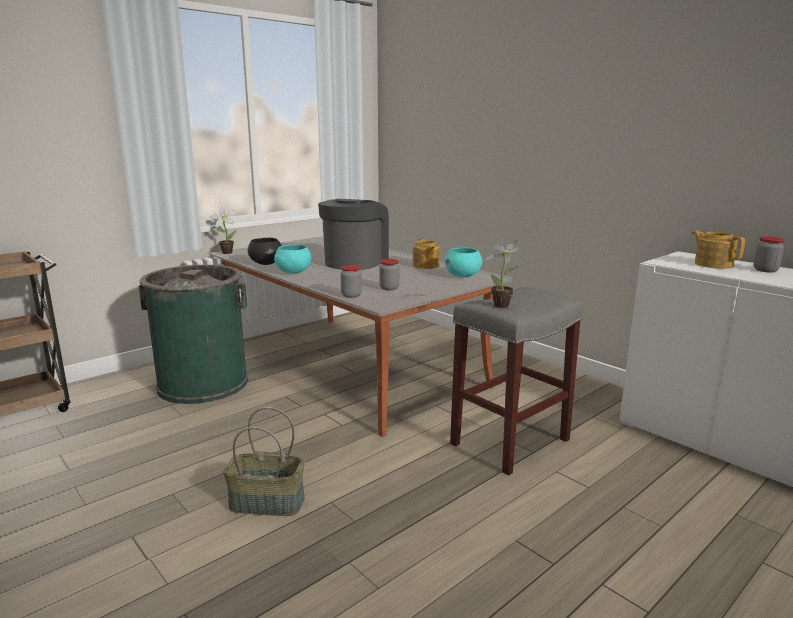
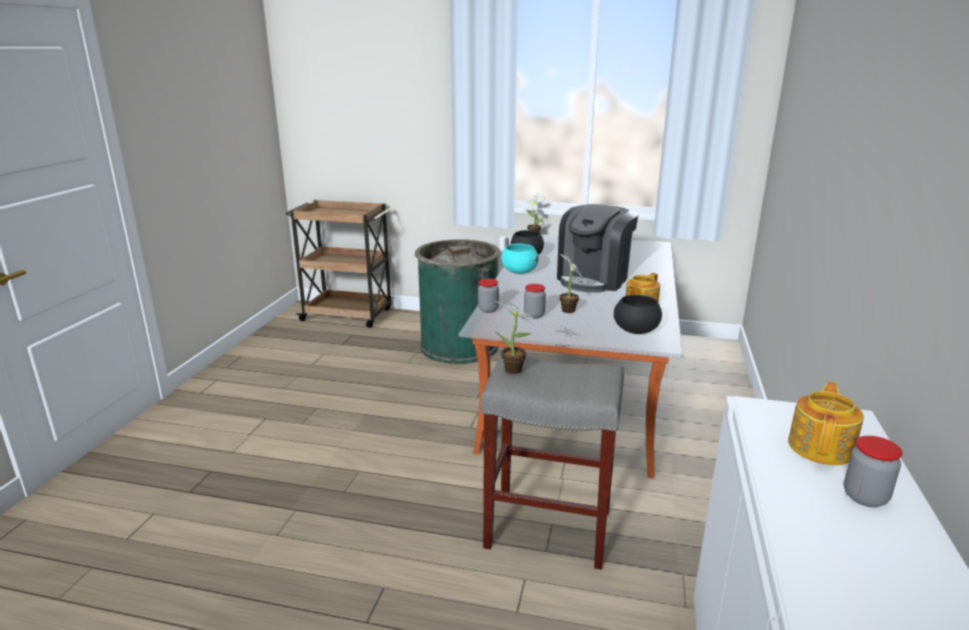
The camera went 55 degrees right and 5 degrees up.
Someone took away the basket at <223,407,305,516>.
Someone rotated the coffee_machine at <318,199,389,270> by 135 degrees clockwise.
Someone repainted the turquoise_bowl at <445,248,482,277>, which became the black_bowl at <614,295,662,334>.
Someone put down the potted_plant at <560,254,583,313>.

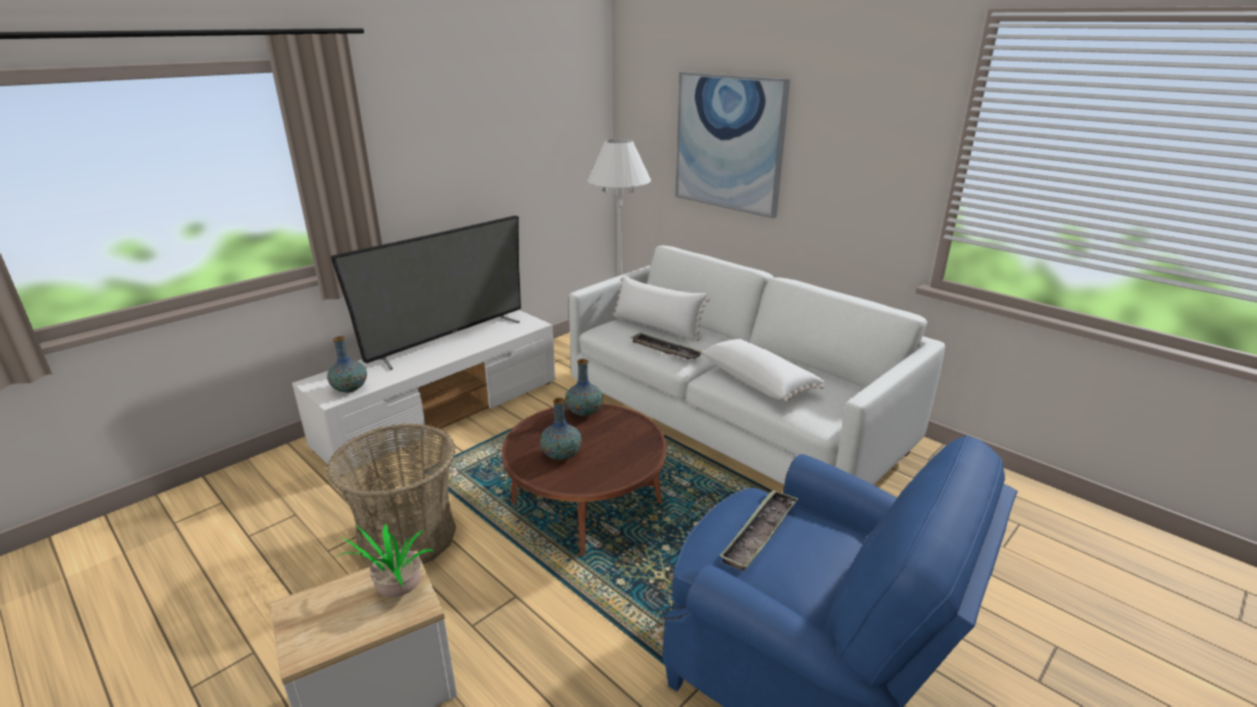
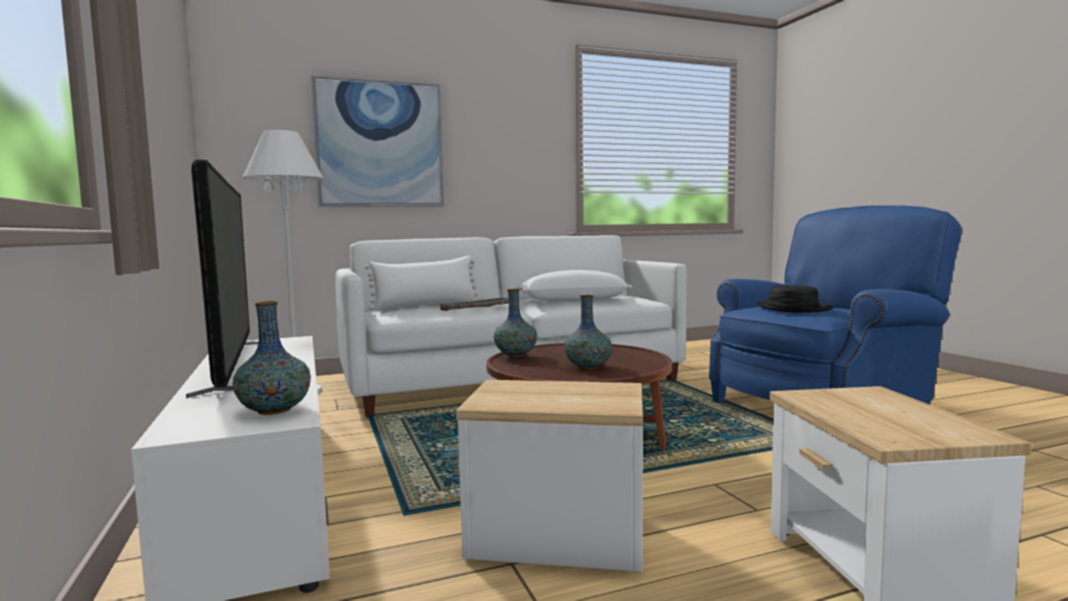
The camera went 65 degrees left and 20 degrees down.
Someone swapped the basket at <327,423,456,566> for the side_table at <456,380,643,572>.
Someone took away the potted_plant at <336,524,435,597>.
Someone swapped the tray at <719,489,798,571> for the black_hat at <756,285,833,313>.

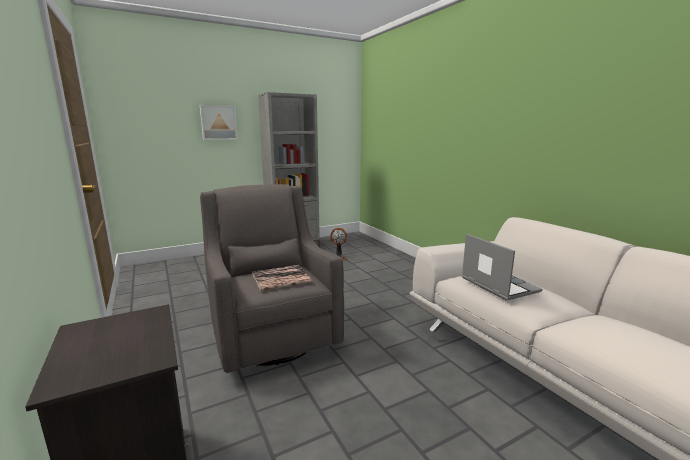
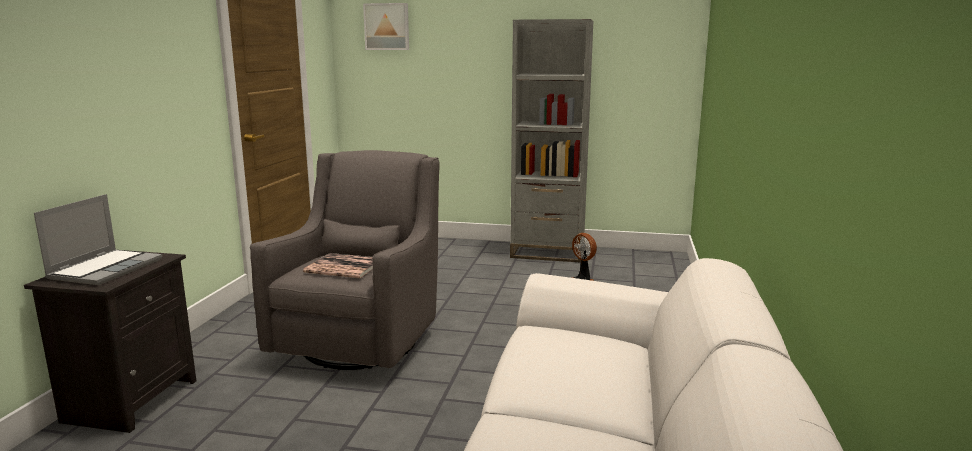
The camera went 40 degrees right and 0 degrees up.
Someone carried the picture from <200,105,238,140> to <363,3,409,50>.
Someone carried the laptop from <462,234,542,301> to <34,194,162,285>.

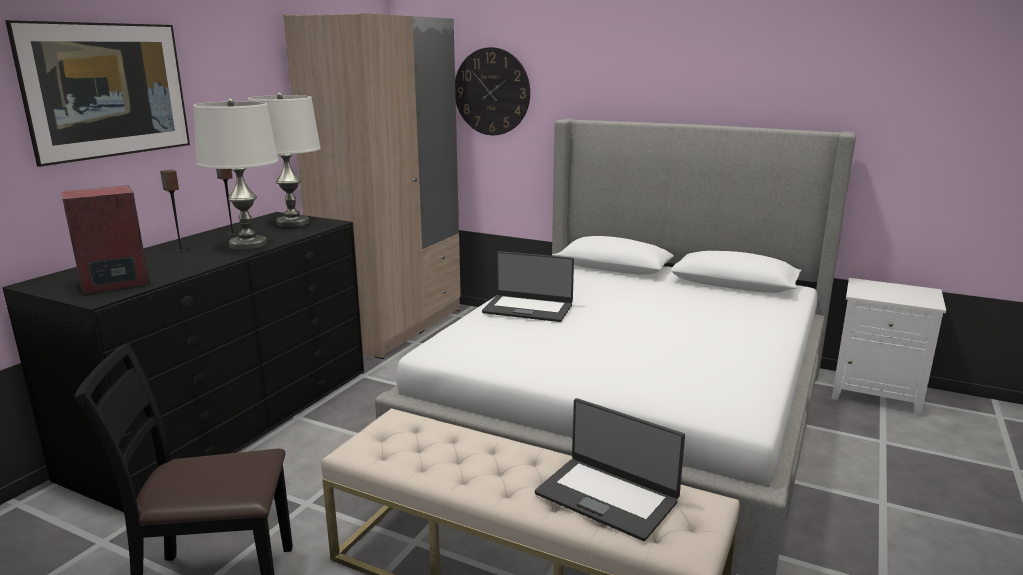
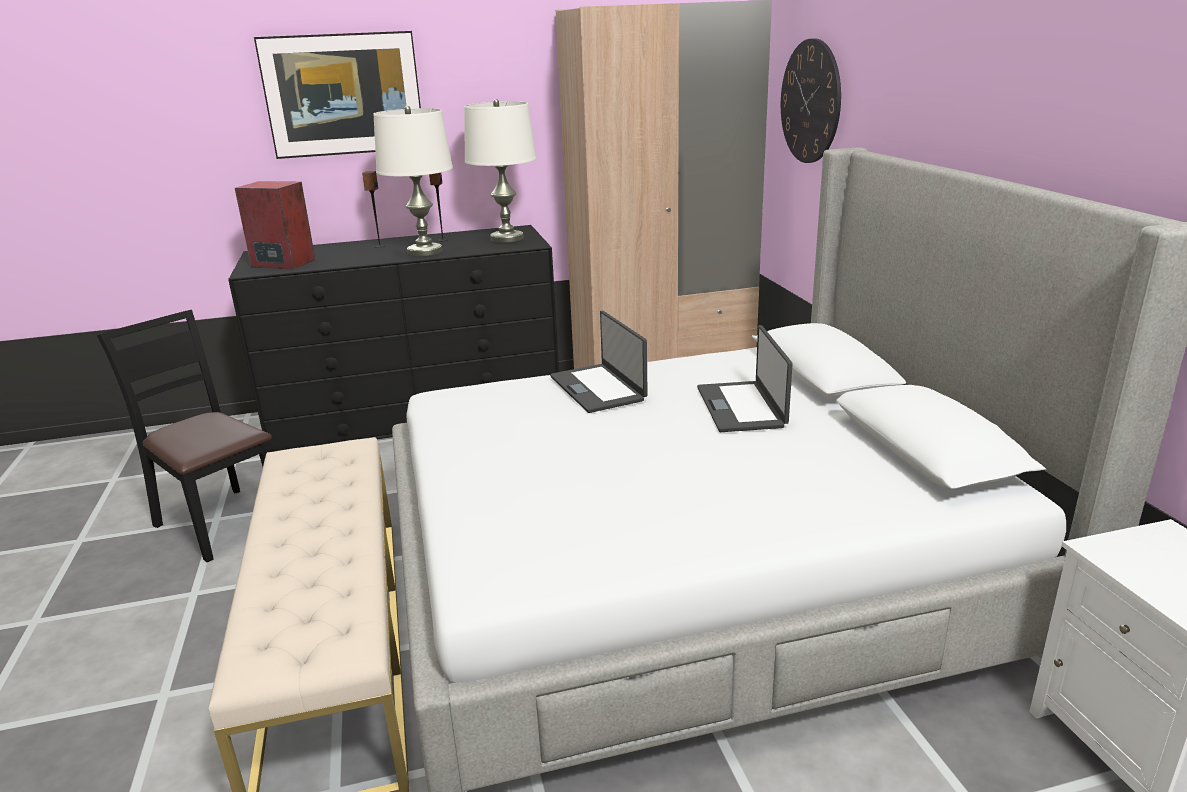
The camera went 50 degrees right and 5 degrees up.
Someone carried the laptop from <535,398,685,541> to <697,325,793,432>.

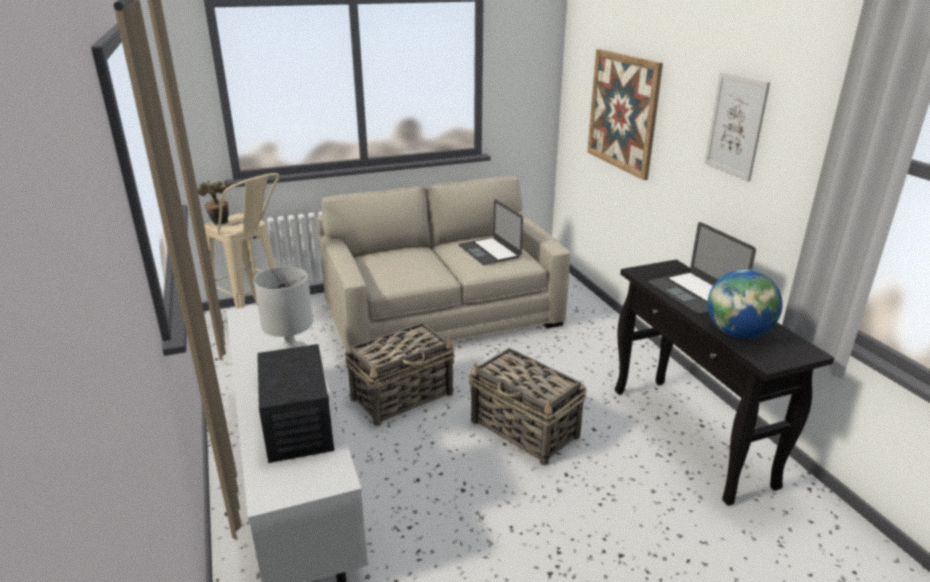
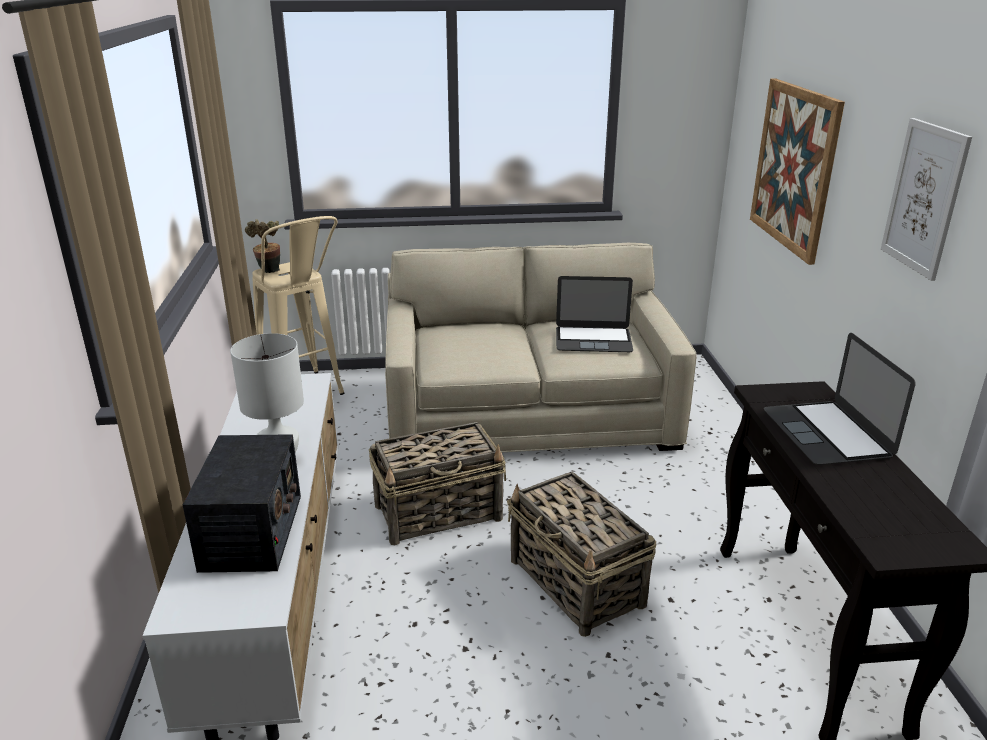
The camera went 15 degrees right and 0 degrees up.
Someone rotated the laptop at <458,200,523,265> by 75 degrees counterclockwise.
Someone took away the globe at <708,269,783,339>.

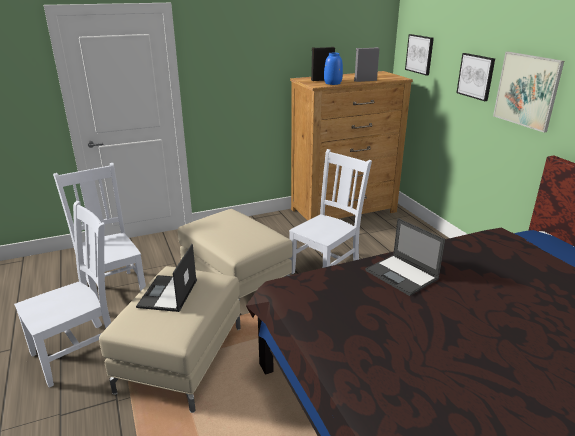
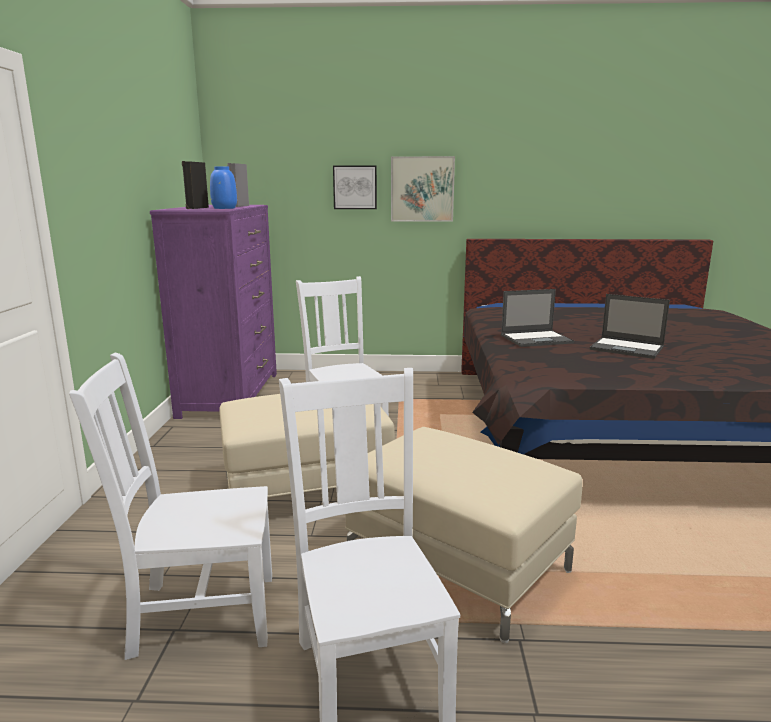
The camera went 65 degrees left and 10 degrees down.
Someone carried the laptop from <136,244,197,312> to <590,294,670,359>.
Someone repainted the brown_dresser at <290,71,413,221>, which became the purple_dresser at <150,205,277,419>.
Someone took away the picture at <405,34,434,76>.

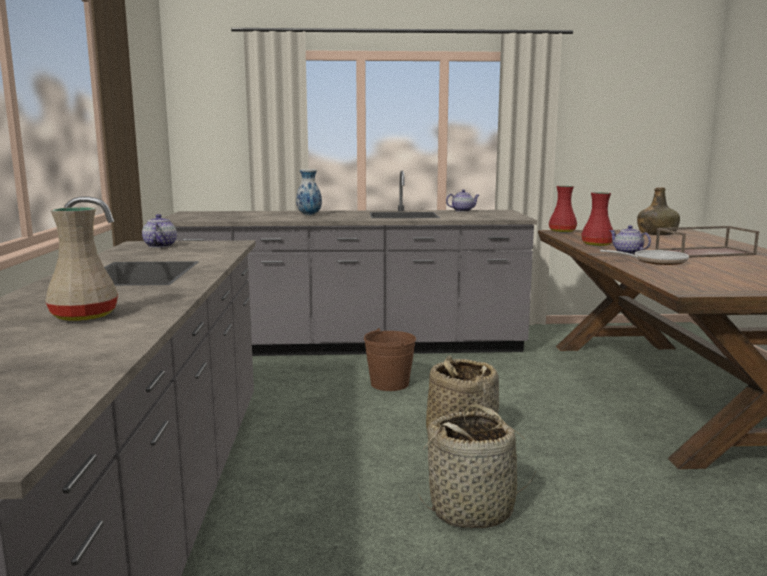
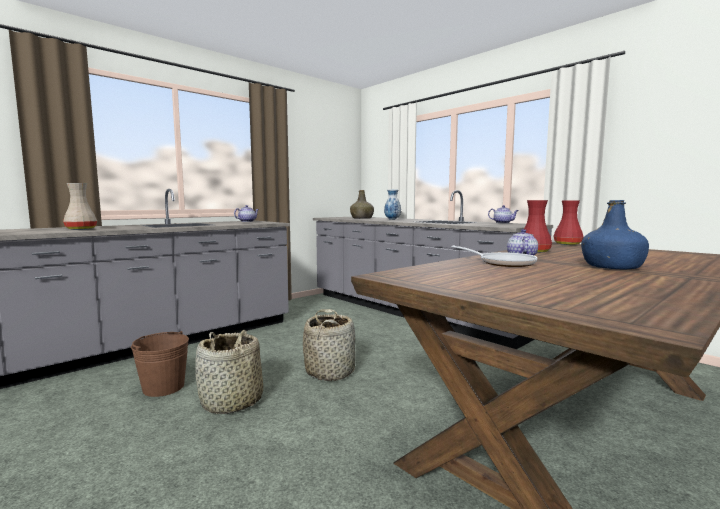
The camera went 50 degrees right and 5 degrees down.
Someone carried the brown_bucket from <364,328,416,391> to <131,331,189,397>.
Someone carried the green_bottle from <637,188,680,235> to <350,190,374,219>.
Someone swapped the brown_tray at <655,226,759,258> for the blue_bottle at <581,200,649,269>.

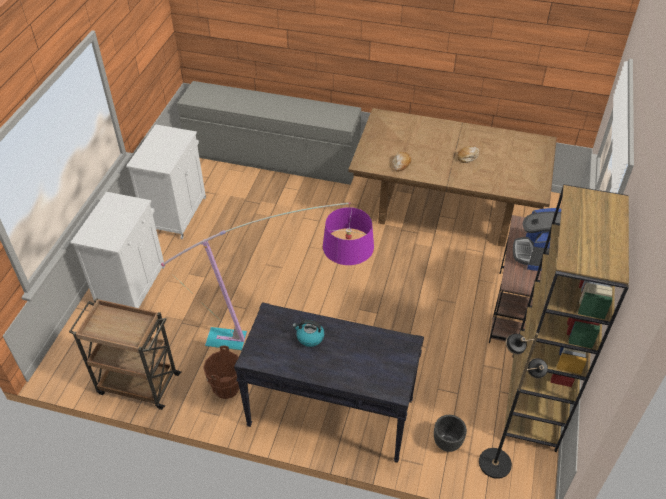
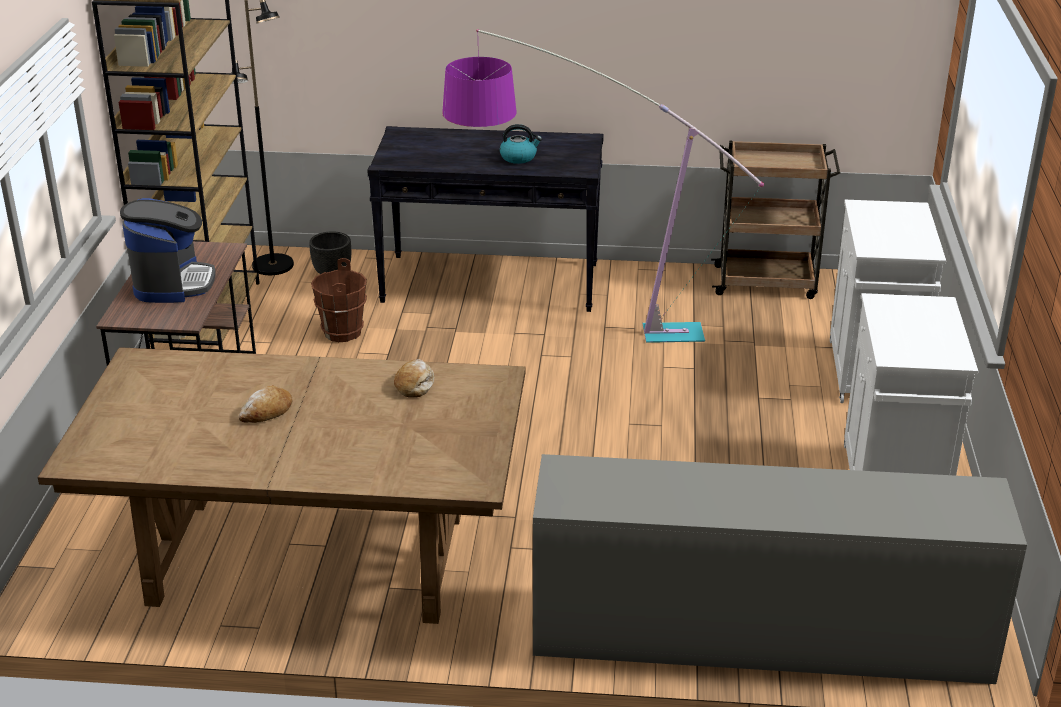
The camera went 170 degrees right and 15 degrees down.
Someone carried the brown_bucket from <203,346,239,399> to <311,258,367,342>.

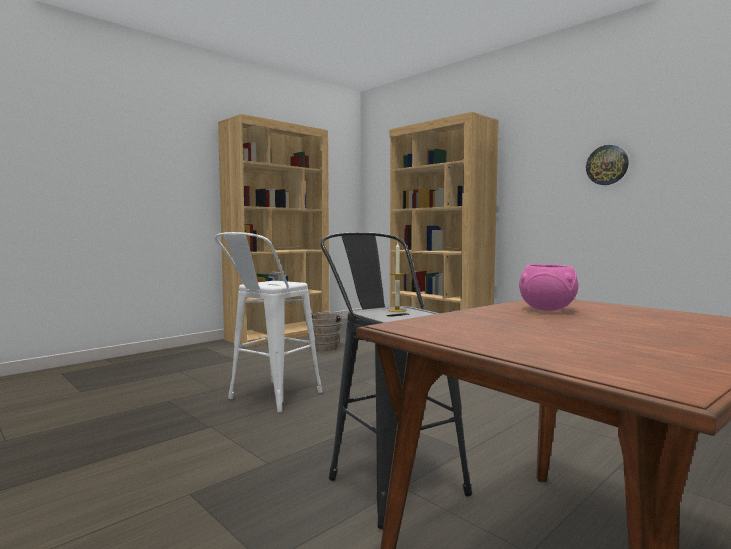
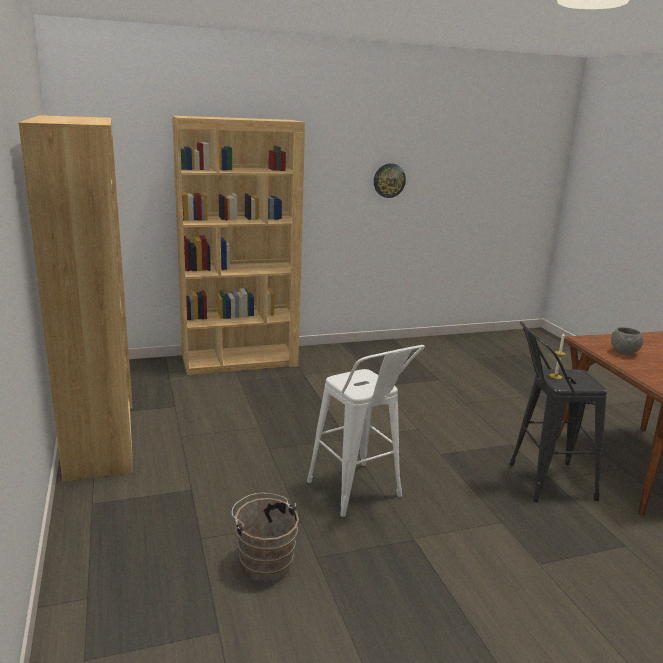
The camera went 65 degrees left and 15 degrees up.
Someone carried the brown_bucket from <306,312,345,351> to <231,493,299,583>.
Someone repainted the pink_bowl at <519,264,578,311>, which became the grey_bowl at <611,327,643,354>.

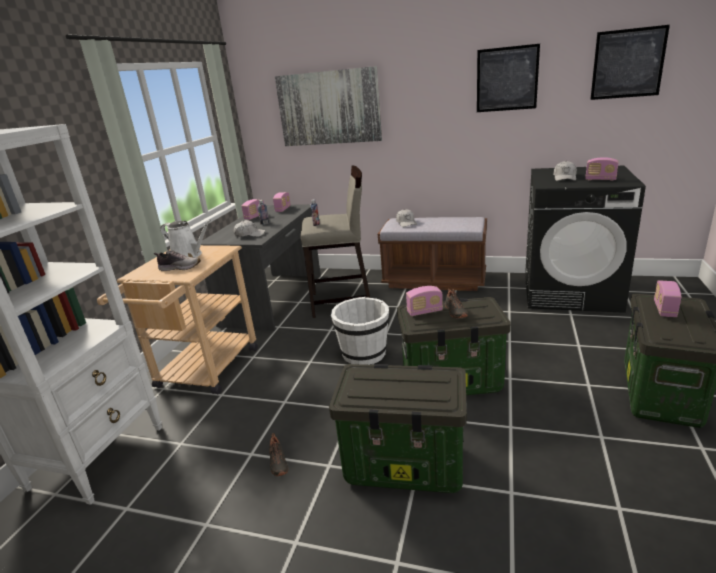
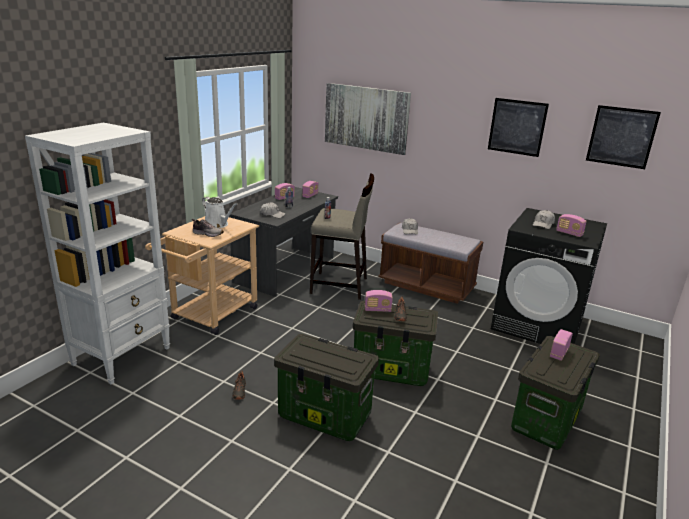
The camera went 10 degrees right and 0 degrees up.
Someone took away the white_bucket at <331,297,389,365>.

